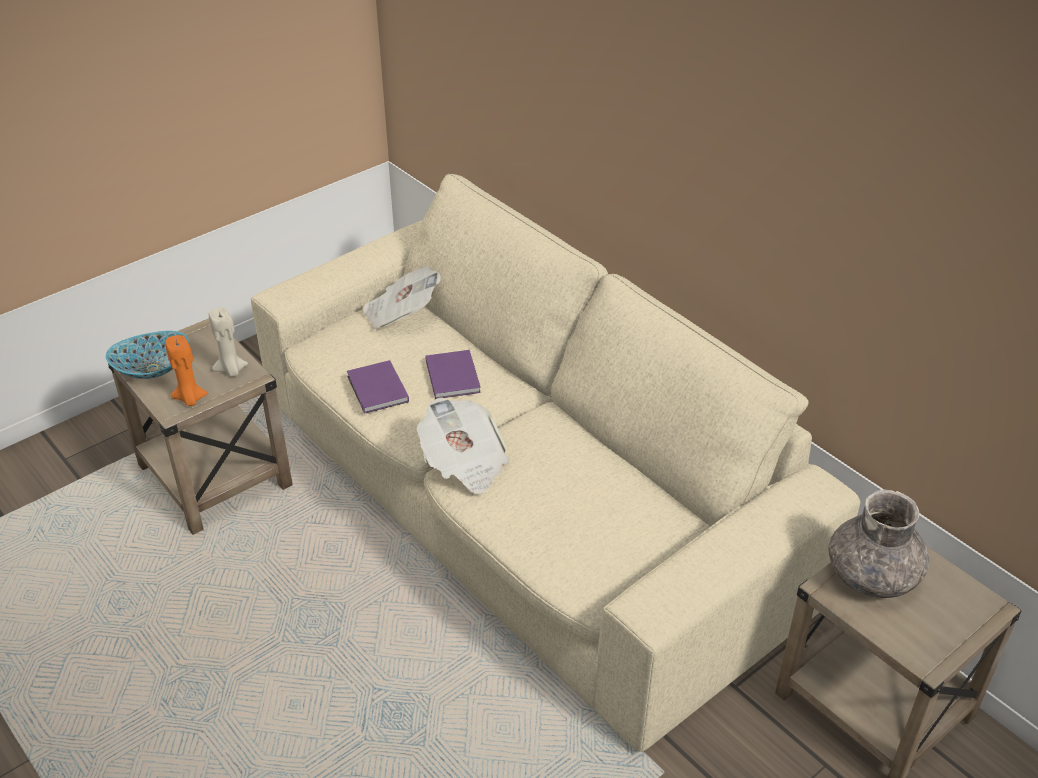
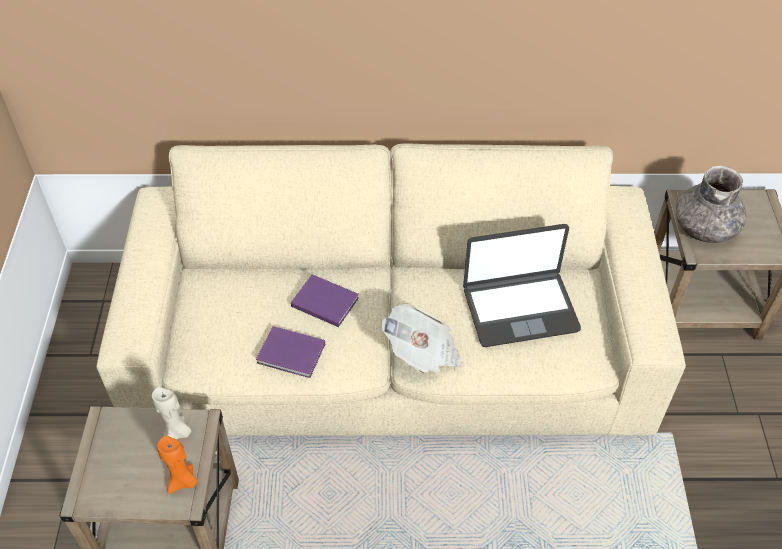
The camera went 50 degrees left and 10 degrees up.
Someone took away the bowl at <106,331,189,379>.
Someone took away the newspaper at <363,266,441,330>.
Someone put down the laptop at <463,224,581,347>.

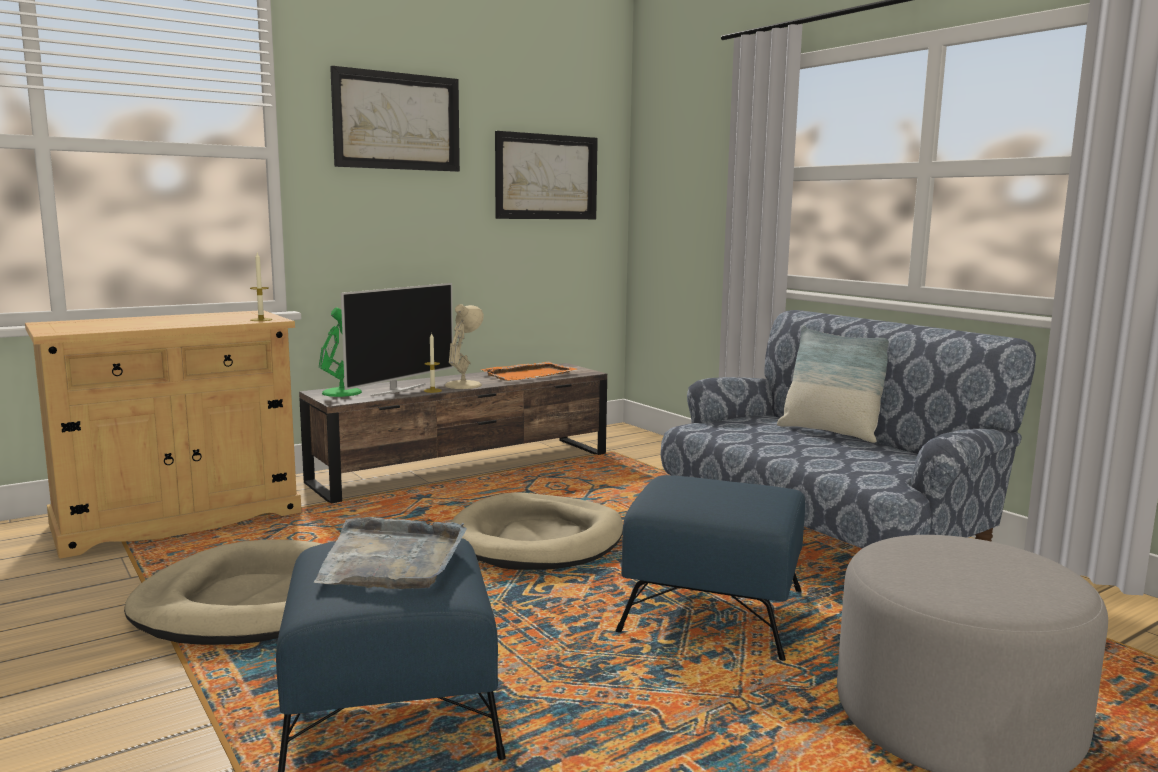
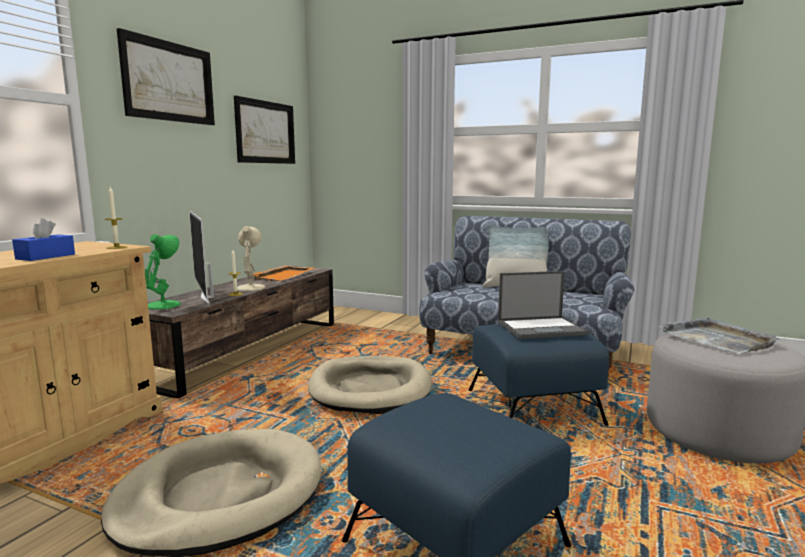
The camera went 30 degrees left and 0 degrees up.
Someone carried the grey_tray from <314,517,467,589> to <659,317,779,354>.
Someone rotated the television at <341,283,453,396> by 150 degrees clockwise.
Someone put down the blue_tissue_box at <12,218,75,261>.
Someone put down the laptop at <498,271,588,339>.

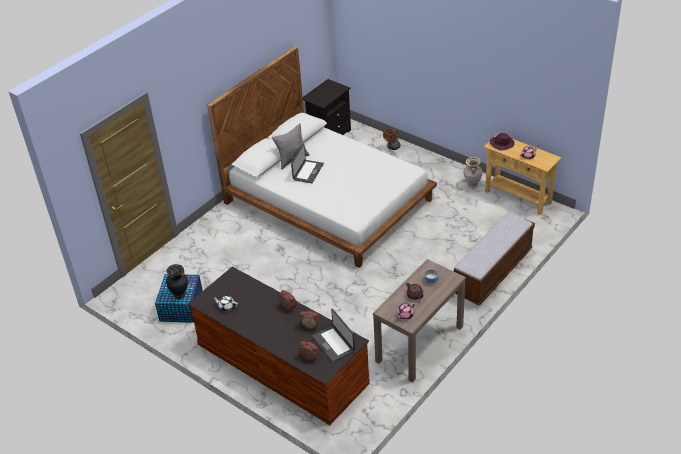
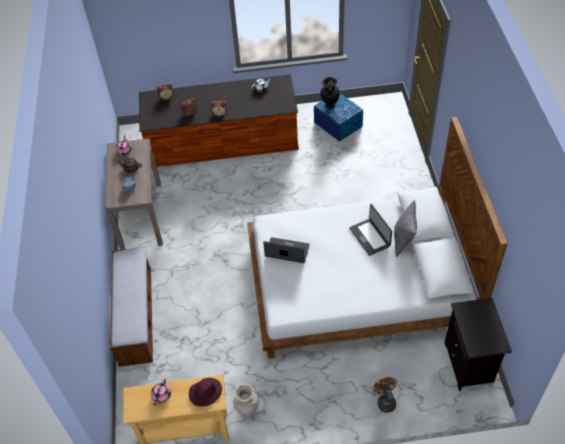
The camera went 135 degrees right and 10 degrees up.
Someone carried the laptop from <312,309,355,362> to <263,237,310,263>.

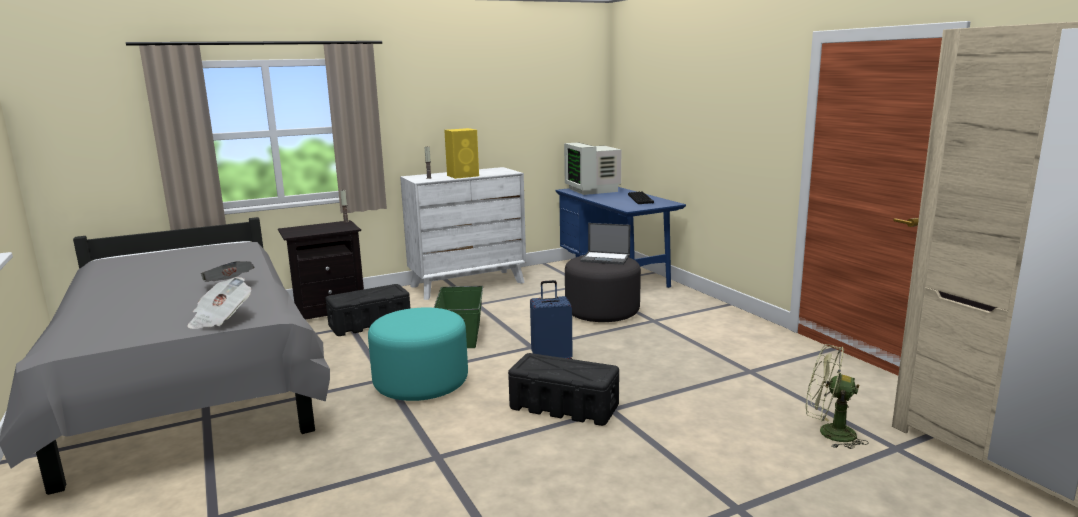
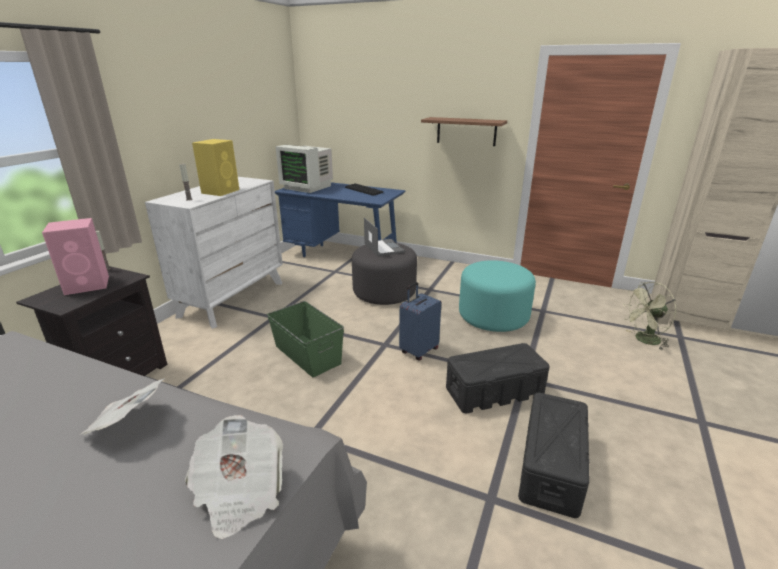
The camera went 40 degrees left and 10 degrees up.
Someone carried the black_storage_box from <325,284,410,336> to <518,393,589,518>.
Someone carried the turquoise_ottoman from <368,308,468,401> to <459,260,536,332>.
Someone rotated the laptop at <580,223,630,265> by 90 degrees counterclockwise.
Someone put down the pink_speaker at <42,218,109,295>.
Someone put up the brown_shelf at <421,117,507,146>.

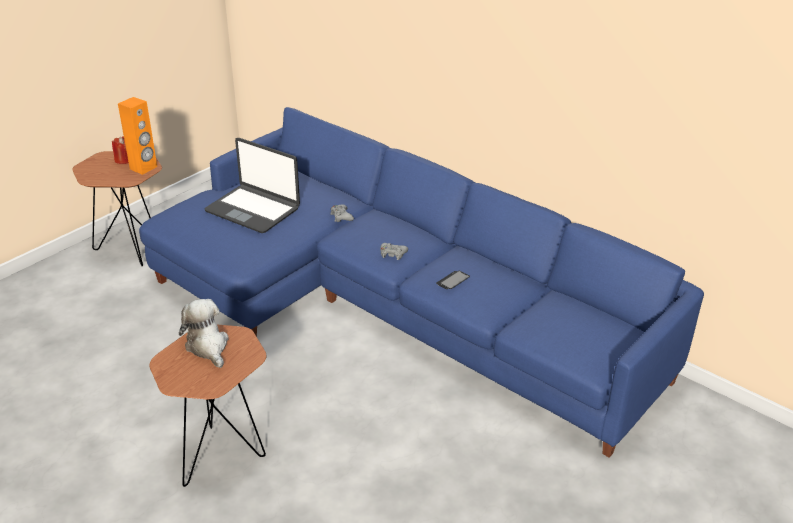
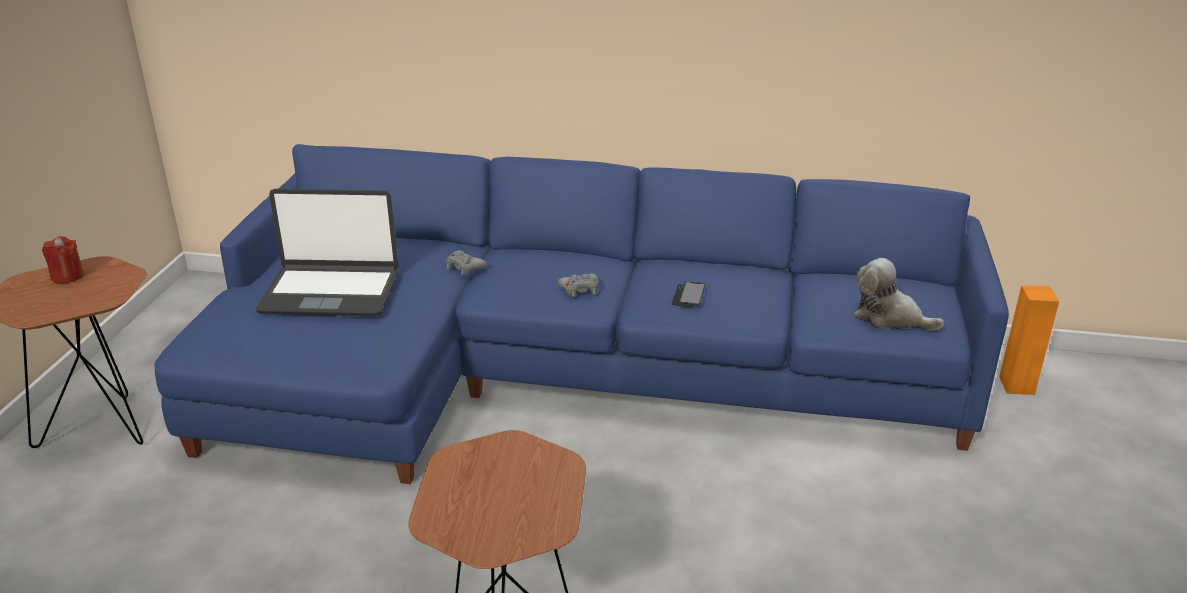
The camera went 30 degrees left and 5 degrees down.
Someone carried the orange_speaker from <118,97,157,175> to <999,285,1059,395>.
Someone carried the plush_toy from <179,299,229,368> to <854,258,944,331>.

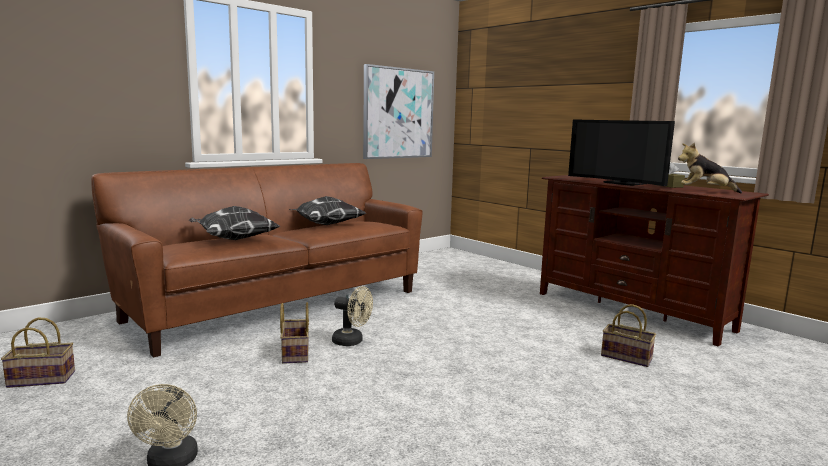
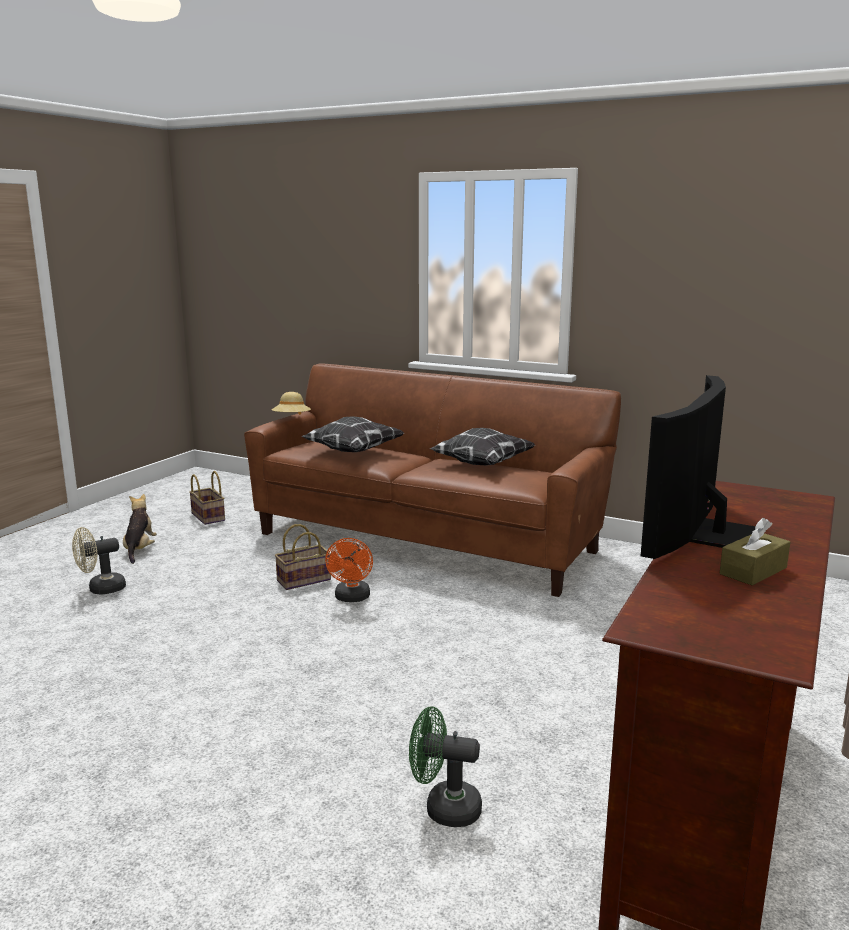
The camera went 70 degrees right and 5 degrees up.
Someone repainted the beige_fan at <332,286,373,346>, which became the orange_fan at <325,538,373,602>.
Someone took away the picture at <363,64,434,159>.
Someone swapped the basket at <601,304,656,367> for the green_fan at <409,706,482,827>.
Someone carried the plush_toy from <678,143,742,193> to <123,494,157,564>.
Someone put down the beige_hat at <272,392,311,415>.

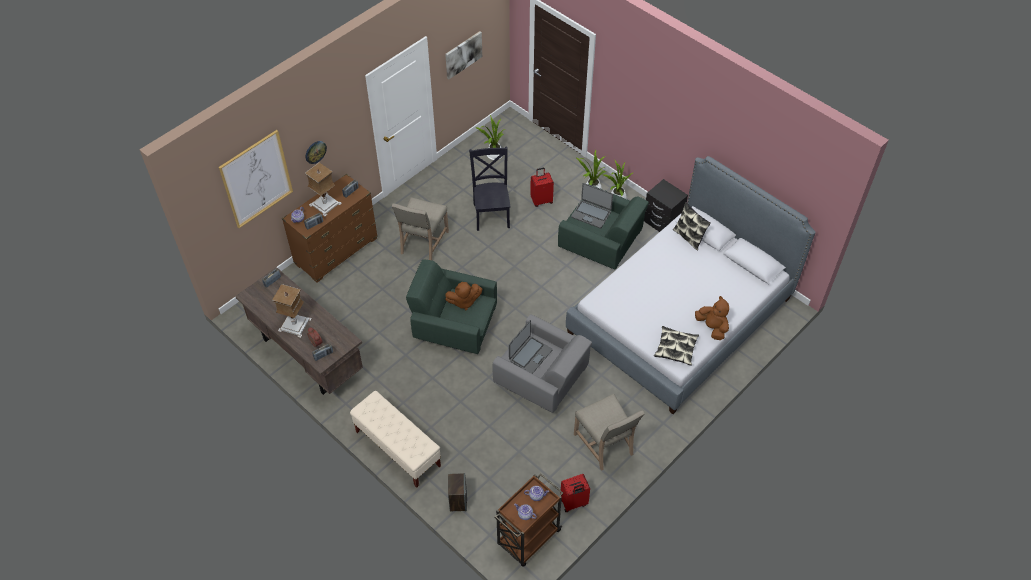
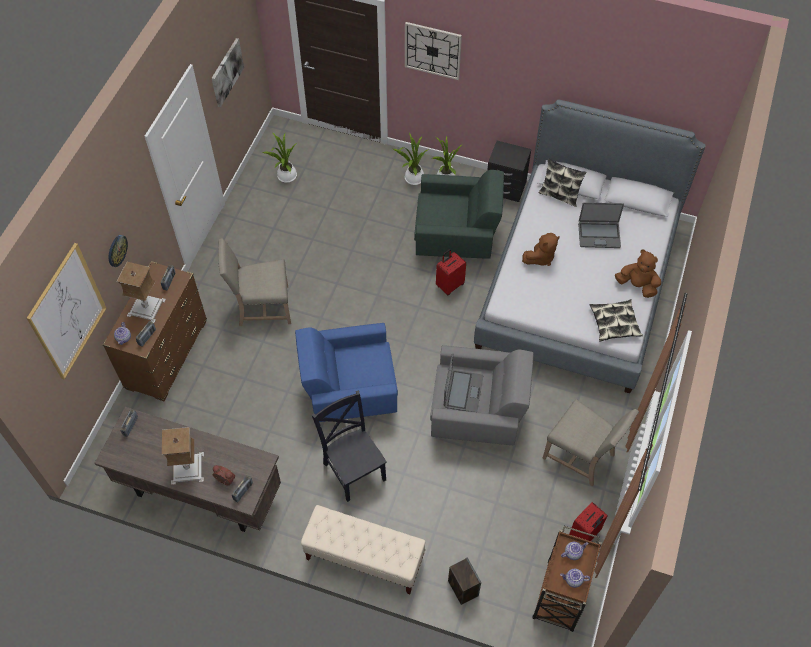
The camera went 25 degrees left and 5 degrees up.
Someone rotated the beige_chair at <392,197,449,260> by 90 degrees clockwise.
Someone repainted the green_armchair at <406,259,497,354>, which became the blue_armchair at <295,323,398,422>.
Someone carried the brown_plush_toy from <445,282,482,310> to <522,233,560,266>.
Someone carried the black_chair from <469,146,510,231> to <312,391,387,502>.
Someone carried the red_suitcase from <530,168,554,207> to <436,249,466,295>.
Someone carried the laptop from <571,183,613,229> to <578,202,624,248>.
Someone put up the wall_clock at <405,22,462,80>.

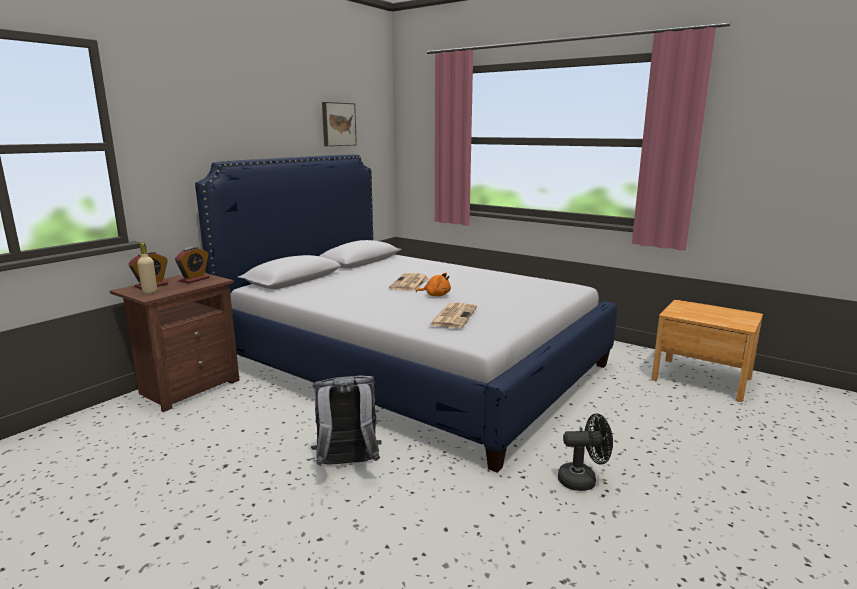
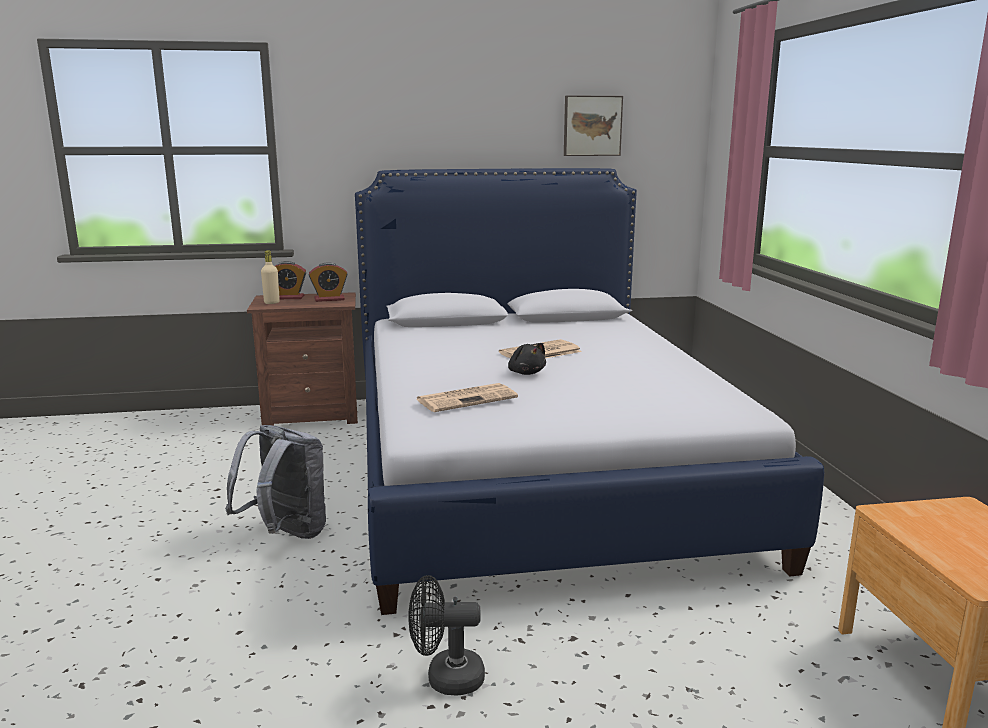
The camera went 45 degrees right and 0 degrees up.
Someone repainted the orange_plush_toy at <416,273,451,296>, which became the black_plush_toy at <508,343,546,375>.
Someone rotated the black_fan at <558,414,613,491> by 135 degrees clockwise.

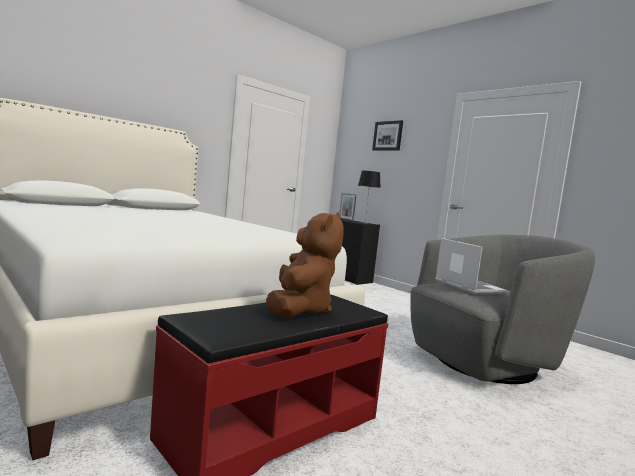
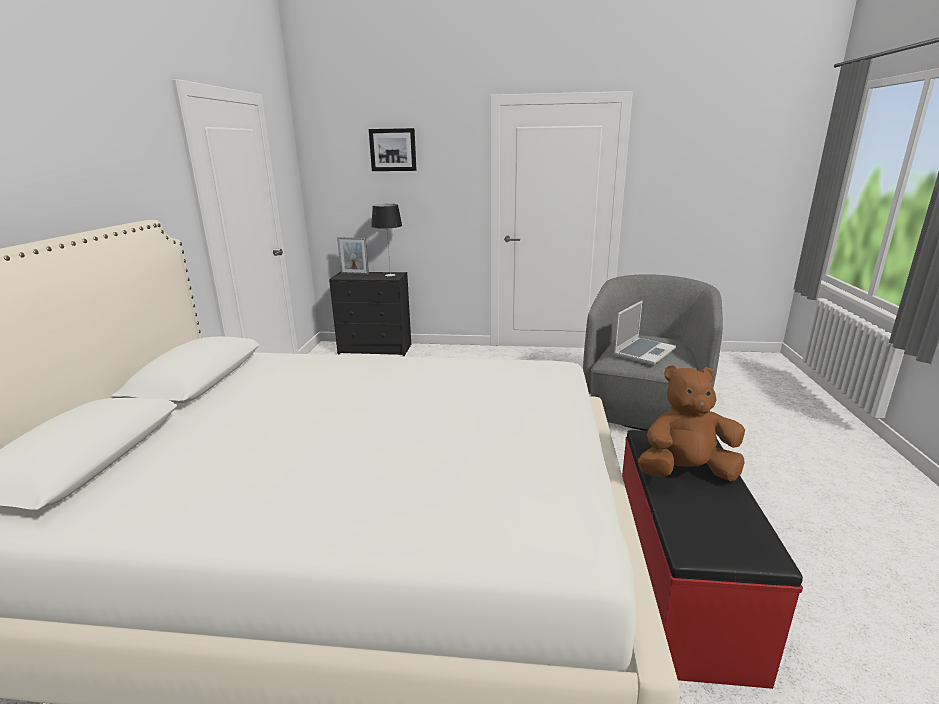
The camera went 40 degrees left and 15 degrees up.
Someone rotated the brown_plush_toy at <266,212,344,318> by 60 degrees counterclockwise.
Someone rotated the laptop at <435,238,507,294> by 105 degrees clockwise.

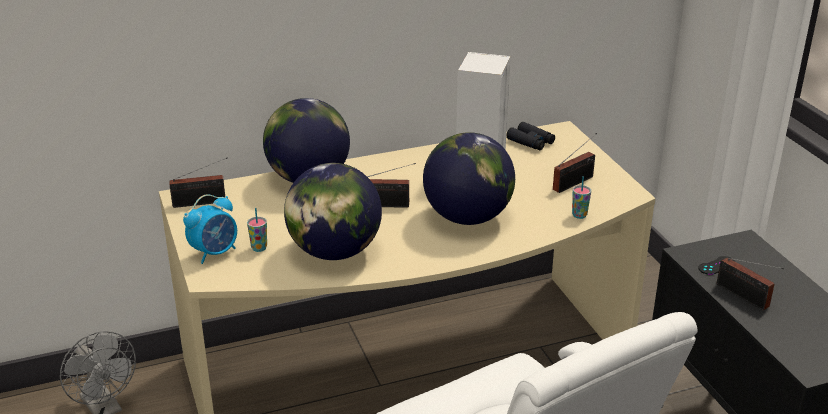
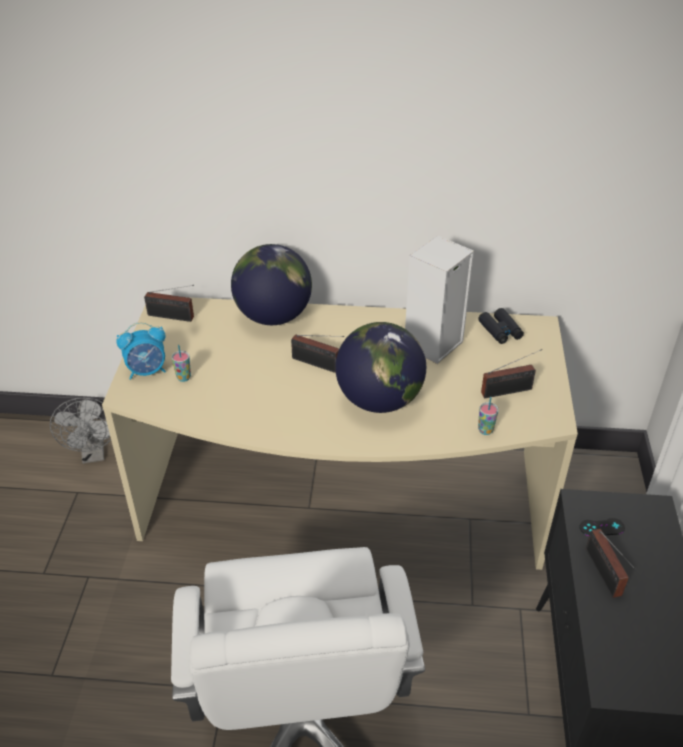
The camera went 25 degrees right and 10 degrees up.
Someone took away the globe at <284,163,382,260>.

